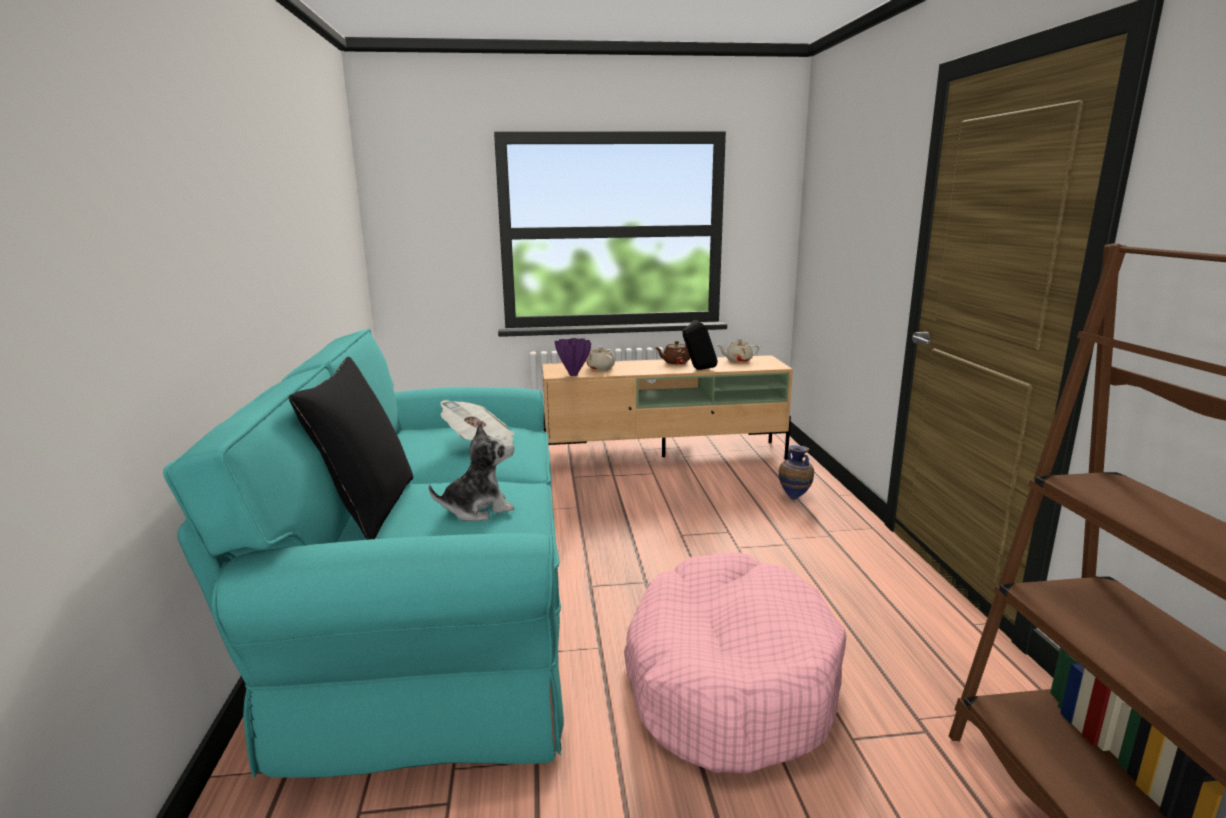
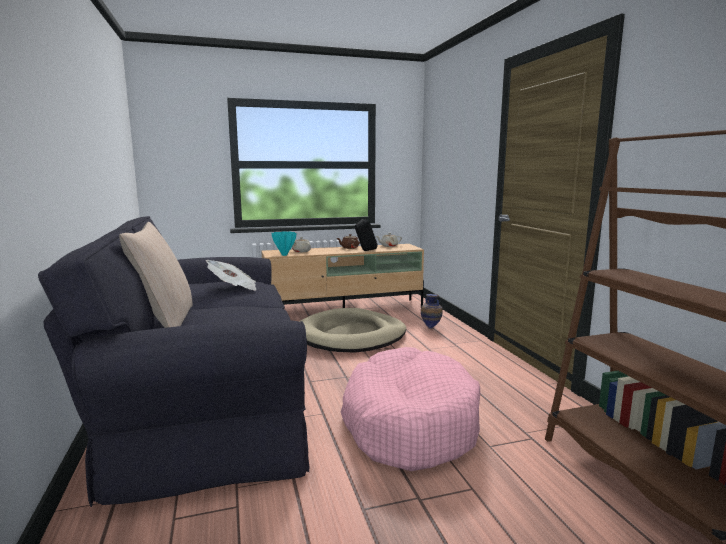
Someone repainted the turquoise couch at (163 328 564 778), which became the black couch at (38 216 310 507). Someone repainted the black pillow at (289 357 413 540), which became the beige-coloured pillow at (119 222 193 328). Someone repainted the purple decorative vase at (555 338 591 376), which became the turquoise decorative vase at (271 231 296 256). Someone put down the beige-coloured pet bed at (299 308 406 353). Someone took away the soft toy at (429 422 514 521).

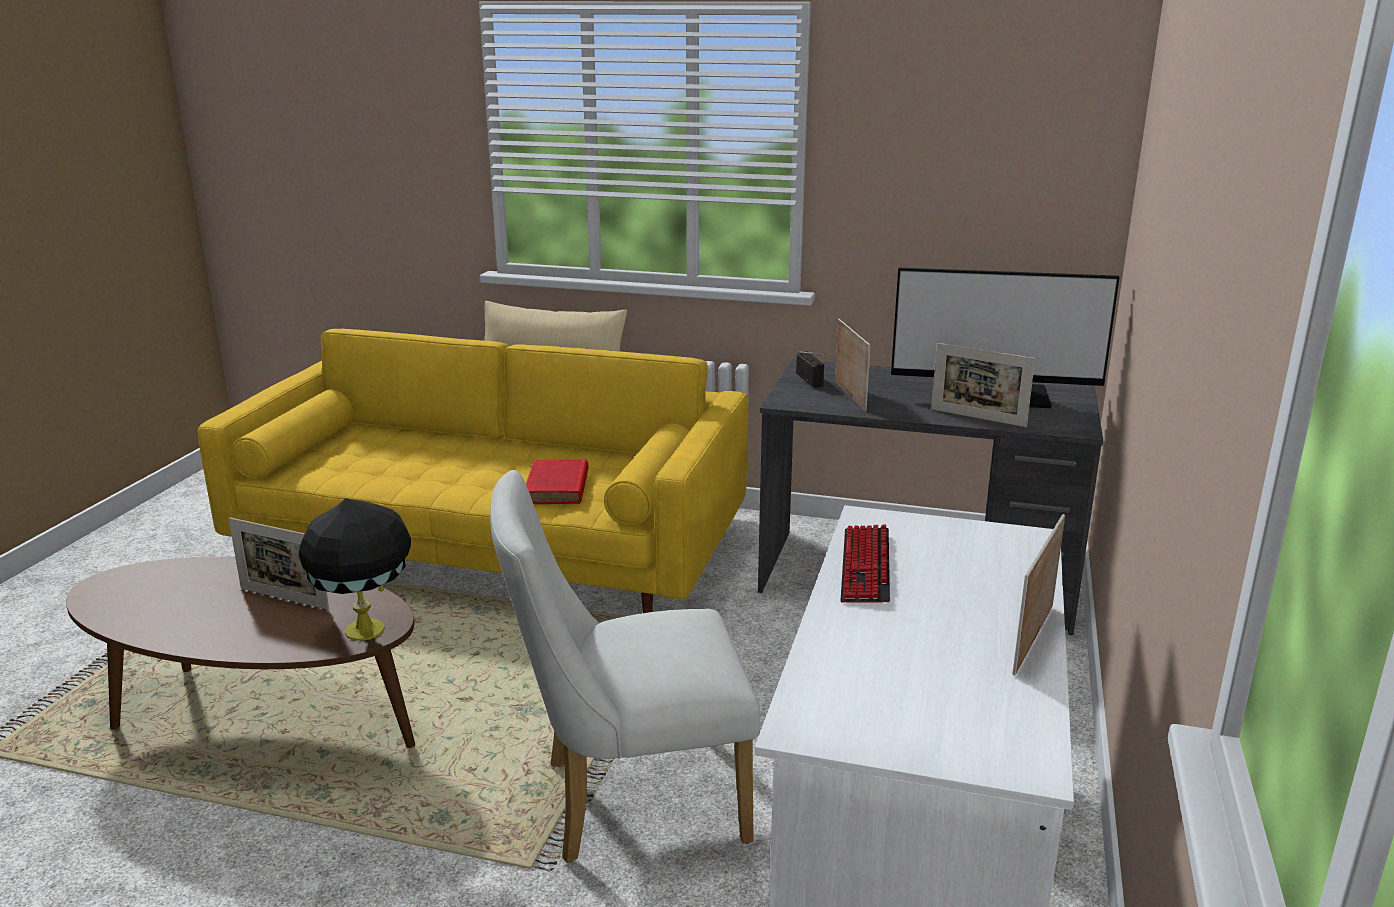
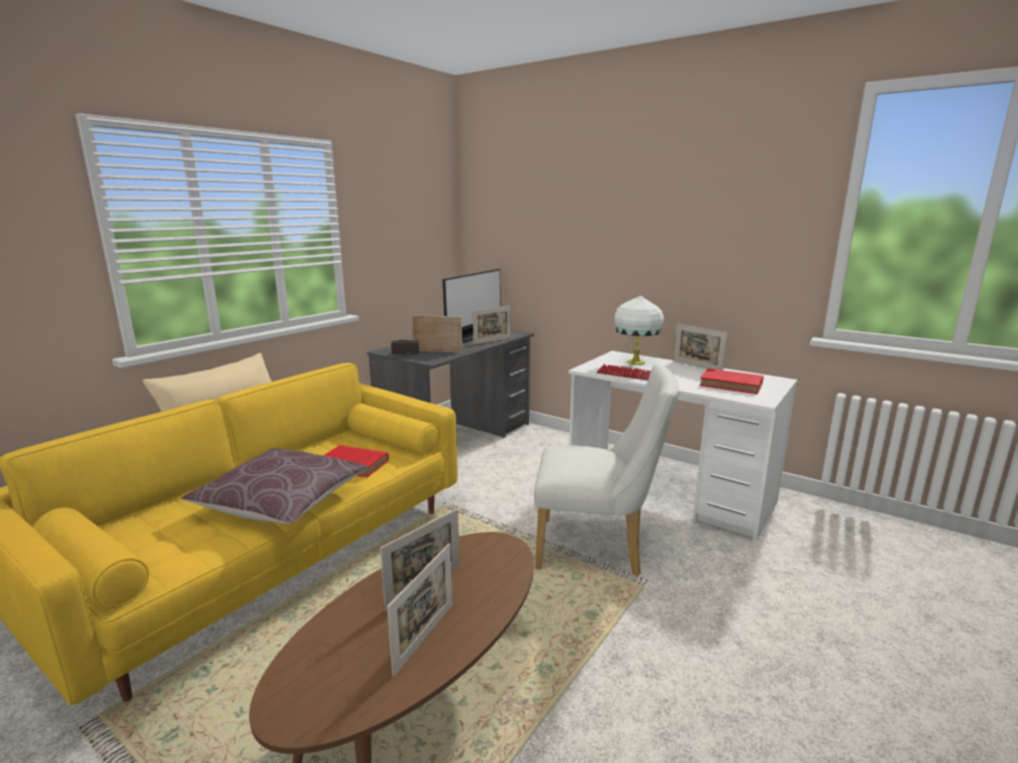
Someone put down the brownish pillow at (182 448 368 524). Someone put down the photo frame at (387 543 452 677). Someone rotated the white upright chair at (490 470 760 863) by 90 degrees counterclockwise. Someone put down the white table lamp at (614 296 664 365). Someone put down the red-coloured volume at (700 368 764 394). Someone took away the black table lamp at (299 498 411 641).

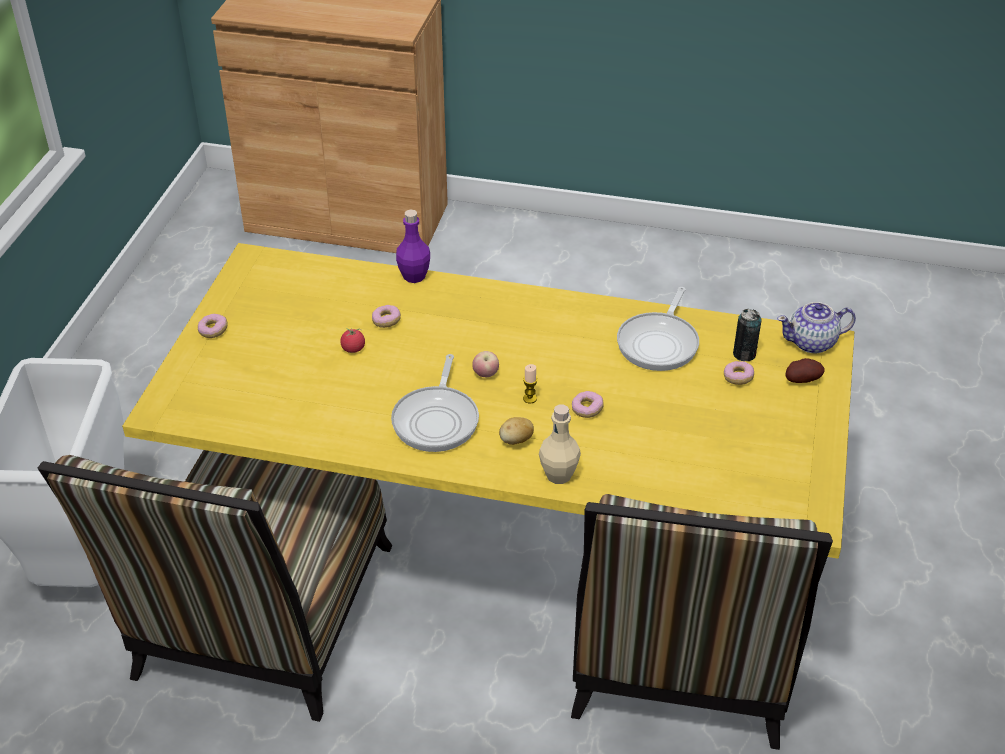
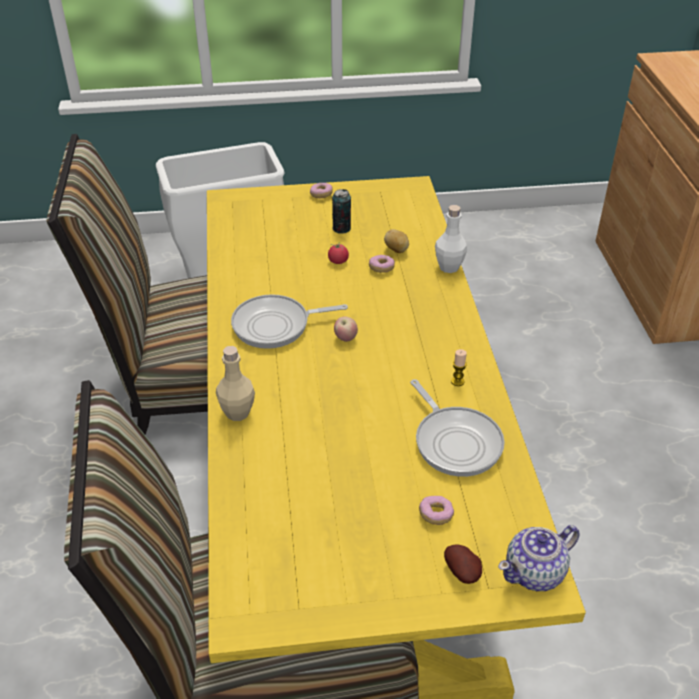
Someone carried the metal can from (733 309 762 361) to (332 189 351 234). Someone carried the whole potato from (499 417 534 445) to (384 229 409 253). Someone rotated the pan at (617 287 699 371) by 120 degrees counterclockwise. Someone repainted the purple beverage bottle at (396 210 430 283), which became the white beverage bottle at (435 205 467 273). Someone carried the wax light from (523 364 538 404) to (451 349 467 386). Someone rotated the teapot at (777 302 856 353) by 90 degrees counterclockwise. Someone took away the doughnut at (572 391 604 418).

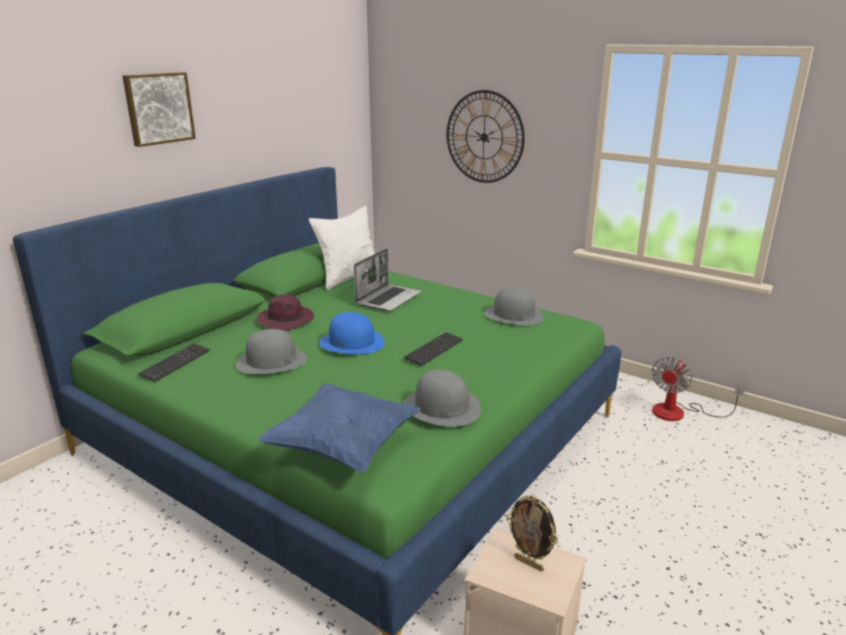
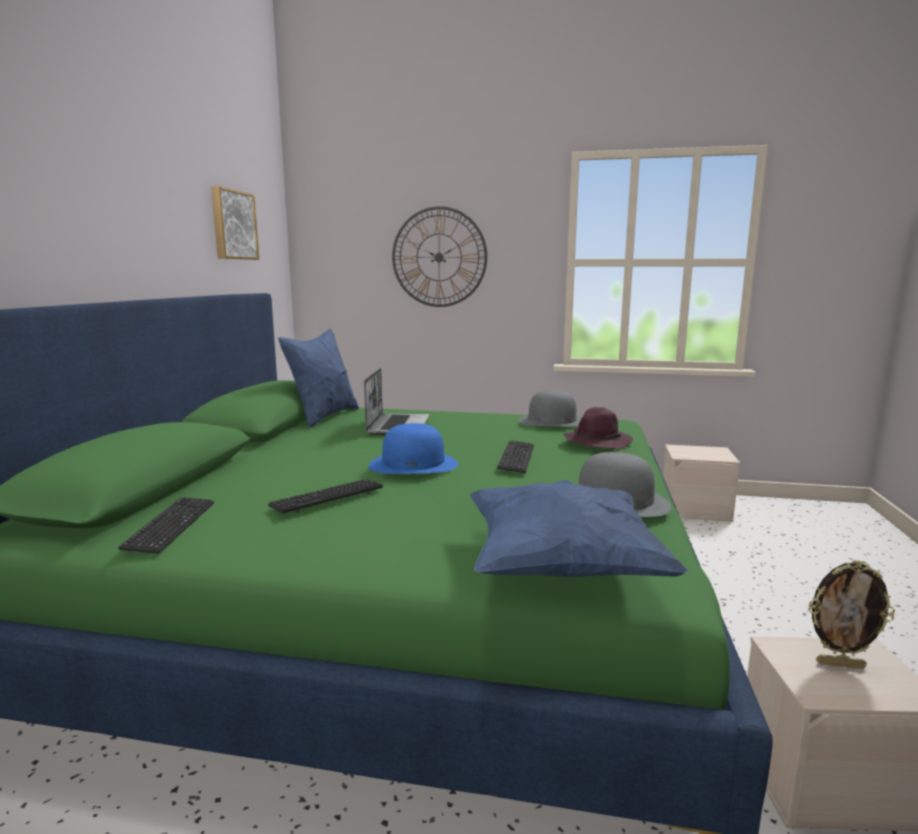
Someone carried the wall art from (122 72 196 147) to (211 186 259 260). Someone swapped the gray hat at (236 329 307 374) for the computer keyboard at (268 479 383 513). Someone repainted the white pillow at (309 206 374 290), which became the bluish pillow at (278 329 359 428). Someone carried the purple hat from (257 294 314 331) to (563 407 633 450). Someone swapped the electric fan at (652 357 745 421) for the beige-coloured storage box at (663 444 740 522).

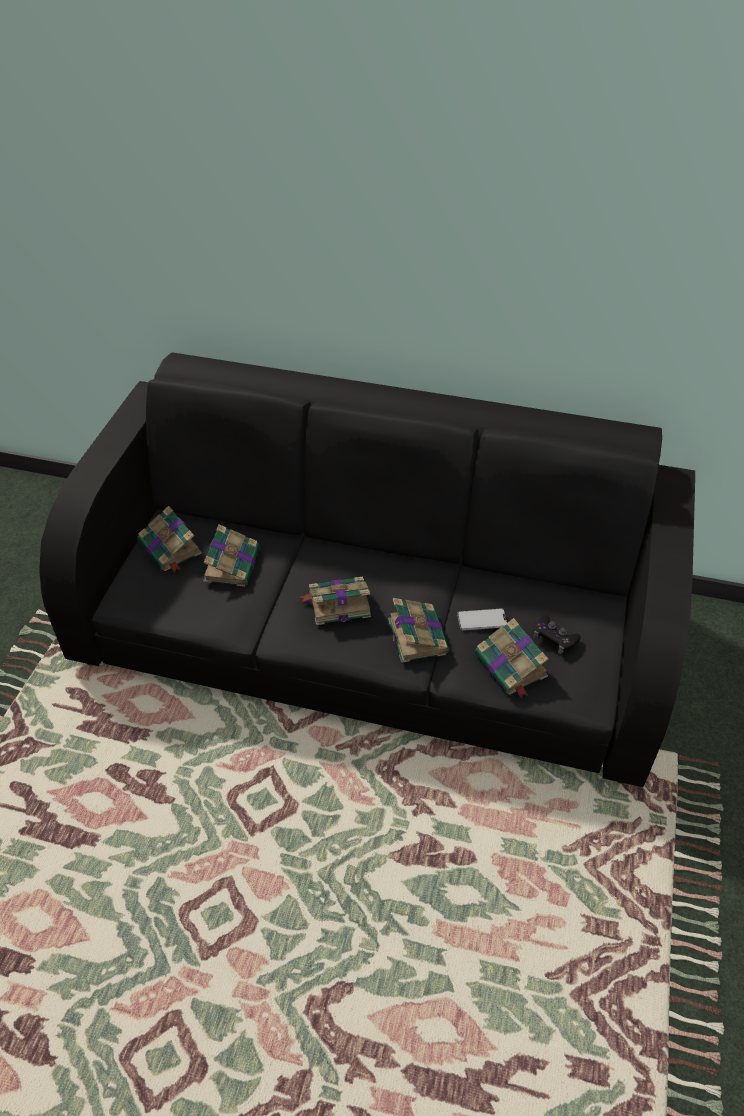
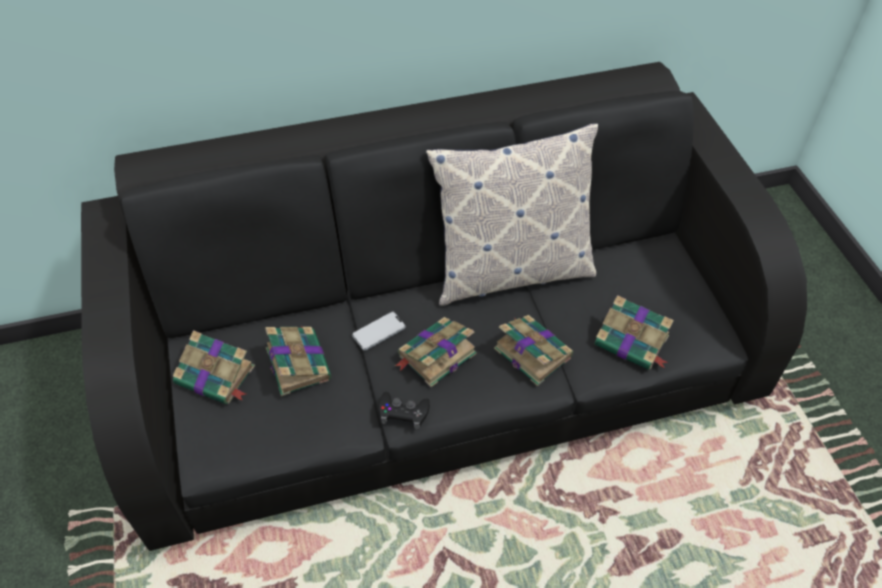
Someone carried the telephone from (457 608 507 630) to (352 312 405 351). Someone carried the black joypad from (533 616 581 654) to (379 392 430 429). Someone put down the pillow at (426 123 598 306).

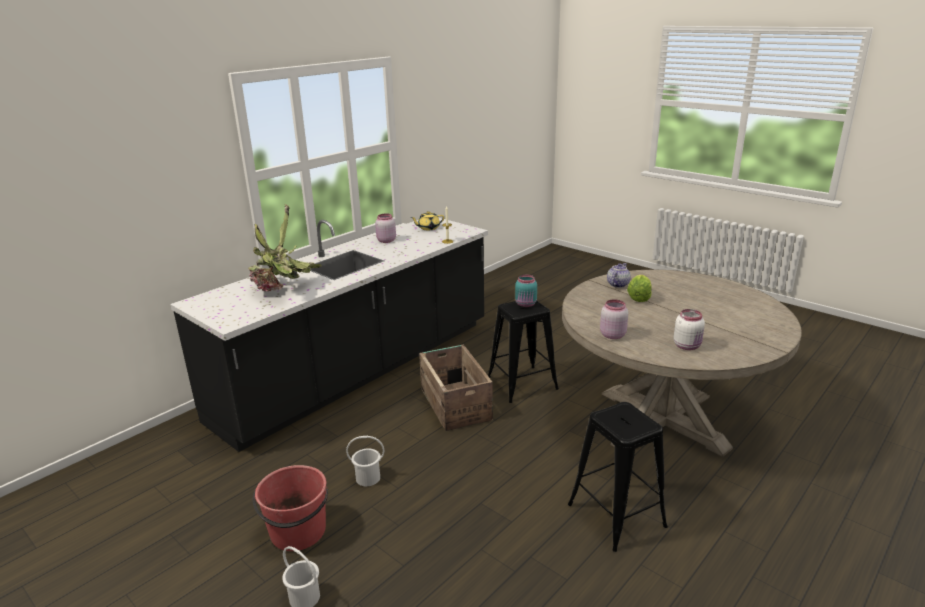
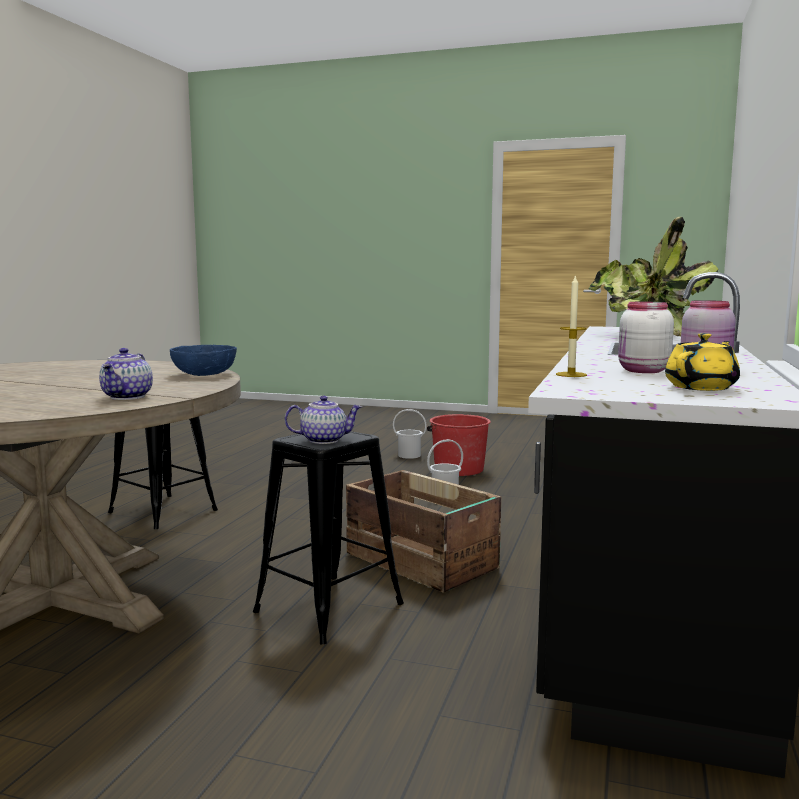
Someone put down the bluish bowl at (170 345 237 376). Someone swapped the turquoise storage jar at (515 275 537 307) for the teapot at (285 396 362 444). Someone carried the white storage jar from (673 309 705 350) to (618 302 674 373). Someone took away the pink storage jar at (600 299 628 339). Someone took away the lettuce head at (627 275 652 302).

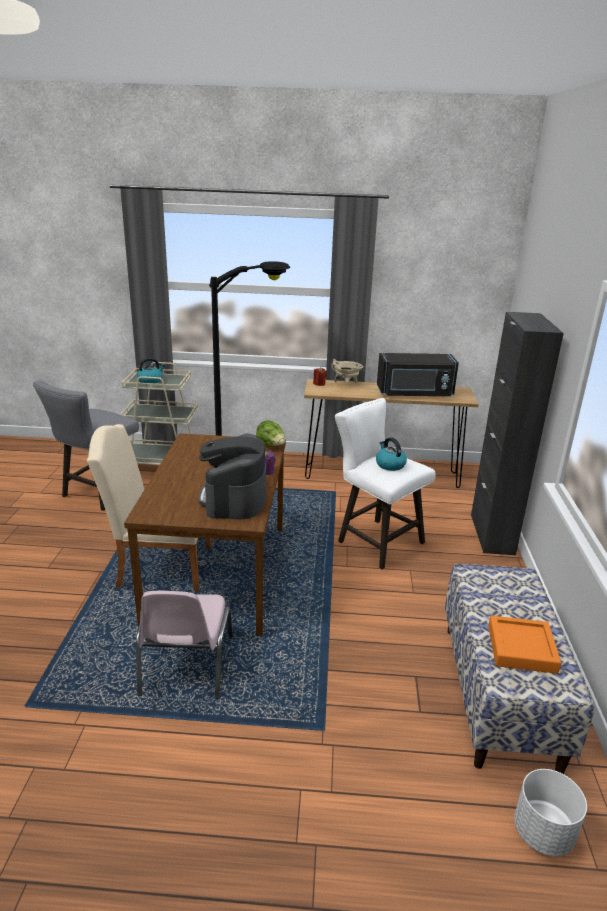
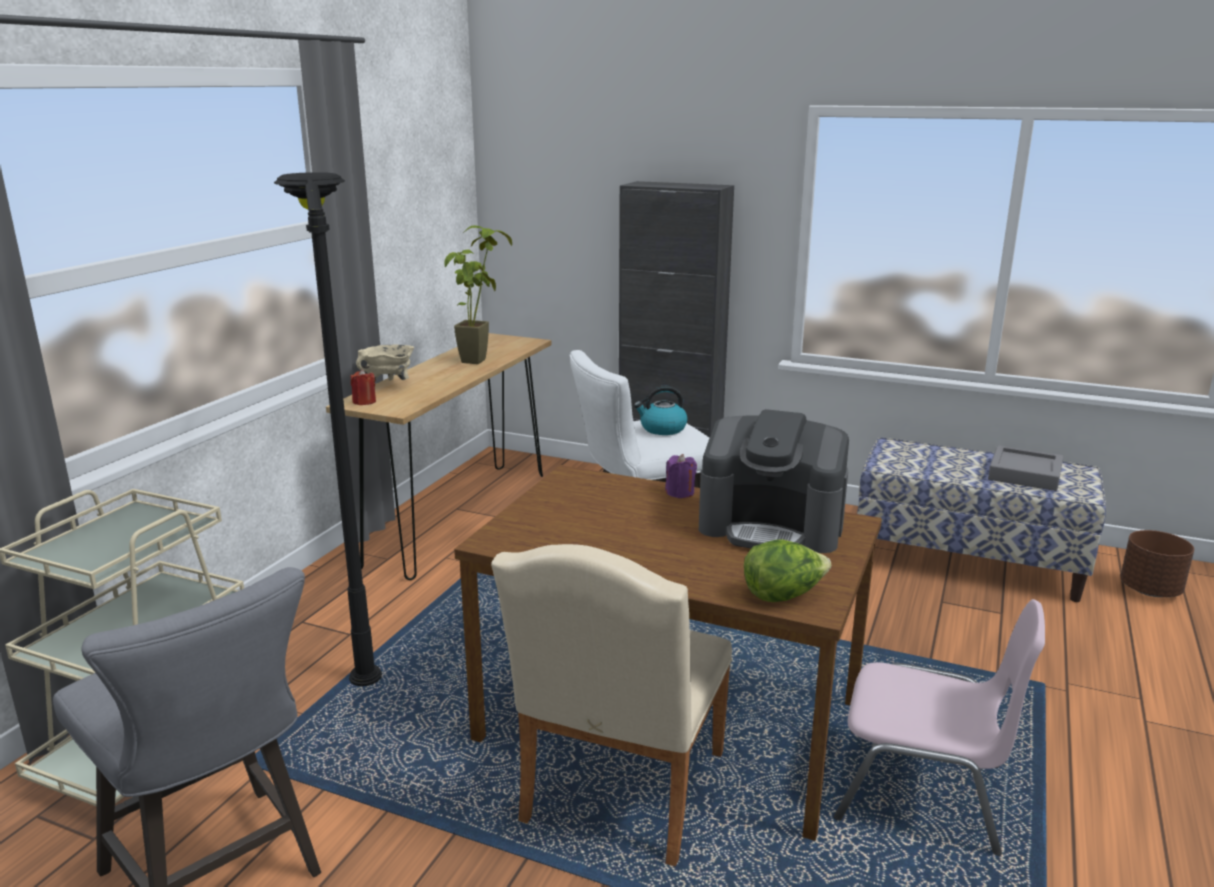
Someone swapped the black microwave at (377 353 459 397) for the potted plant at (444 226 512 364). Someone carried the lettuce head from (256 420 285 447) to (744 539 831 602). Someone repainted the orangey serving tray at (488 615 561 674), which became the gray serving tray at (988 445 1063 491). Someone repainted the white planter at (514 769 587 856), which became the brownish planter at (1120 530 1194 597). Someone took away the tea kettle at (137 358 165 383).

